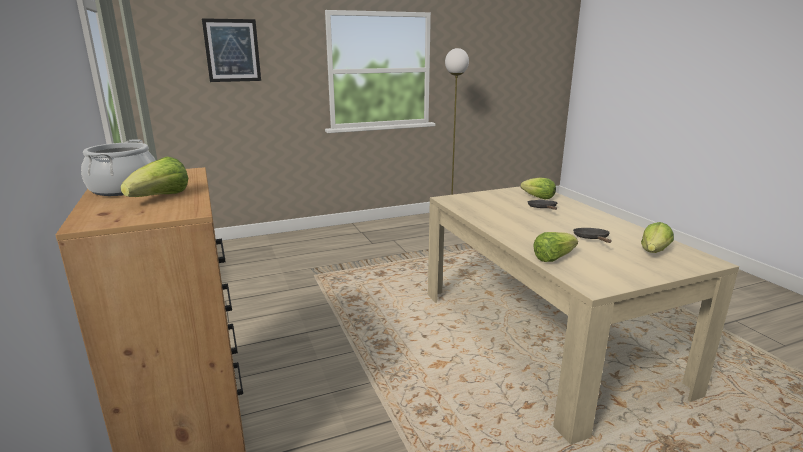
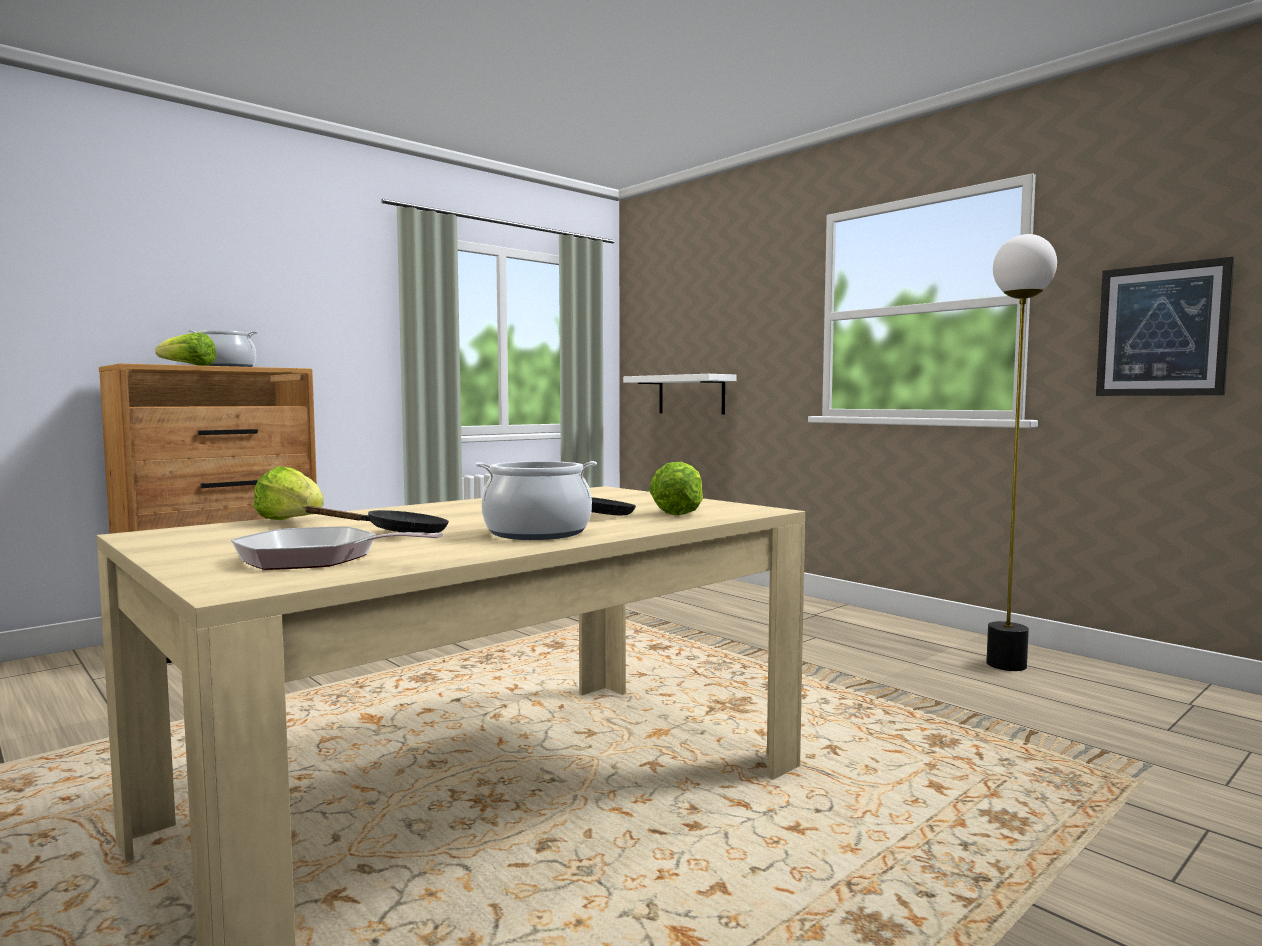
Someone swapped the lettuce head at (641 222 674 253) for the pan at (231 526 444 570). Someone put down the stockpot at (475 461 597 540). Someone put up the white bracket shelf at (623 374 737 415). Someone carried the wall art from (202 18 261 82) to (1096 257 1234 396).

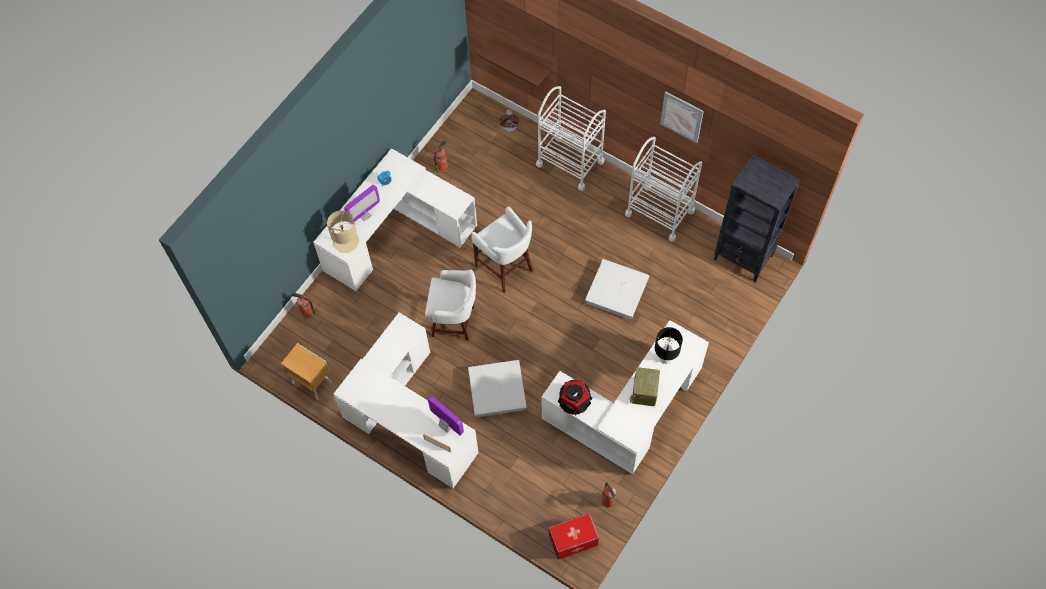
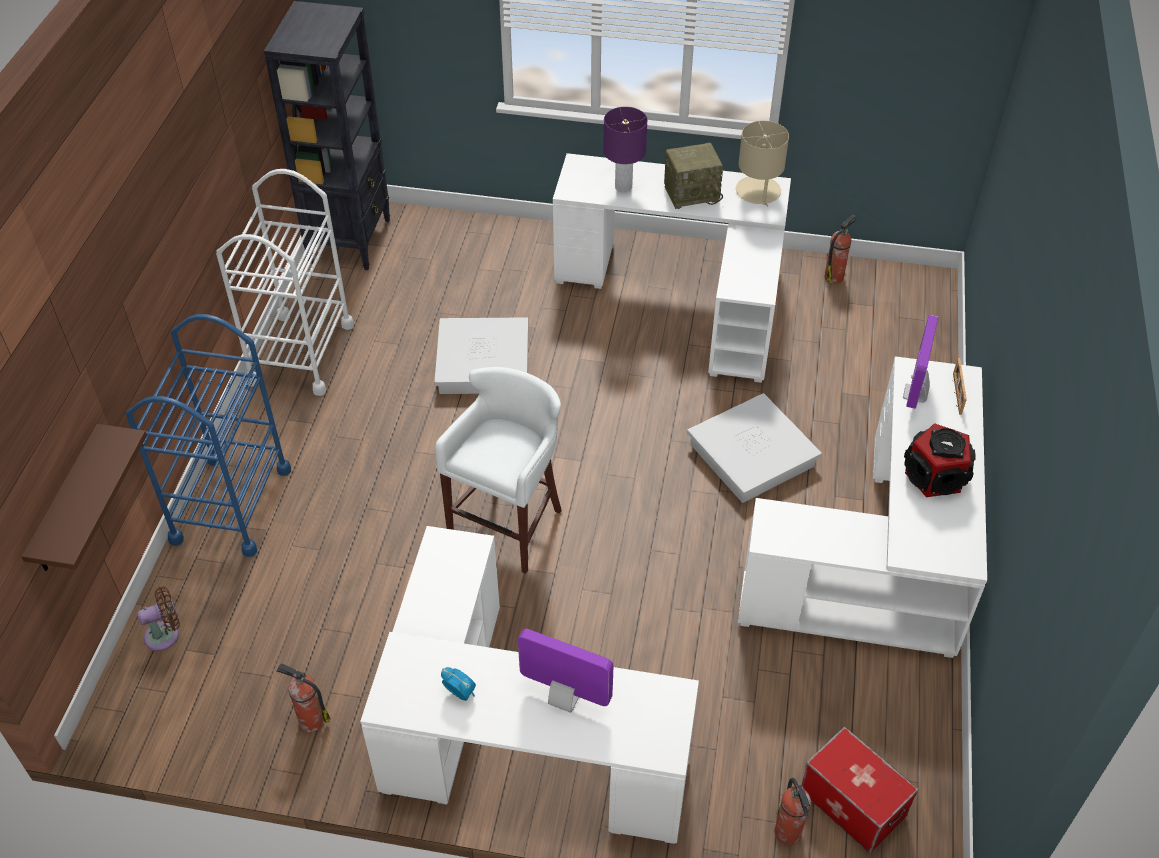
Someone repainted the white trolley at (536 86 606 191), which became the bluish trolley at (126 314 291 557). Someone repainted the black table lamp at (655 327 683 364), which became the purple table lamp at (603 107 648 192). Someone carried the beige-coloured table lamp from (327 211 359 253) to (736 121 789 207). Someone carried the storage box from (549 513 599 559) to (802 727 918 853). Someone carried the loudspeaker from (558 380 592 415) to (904 423 975 497). Someone took away the brownish night table at (281 343 332 400). Someone took away the white stool seat at (425 269 476 341). Someone took away the wall art at (660 91 704 143).

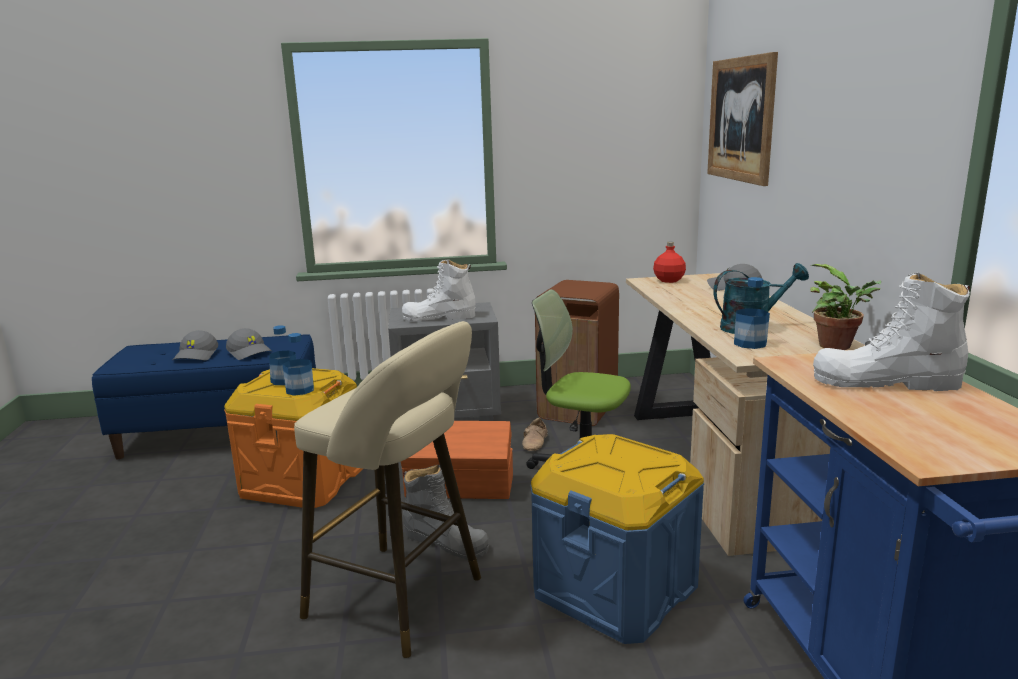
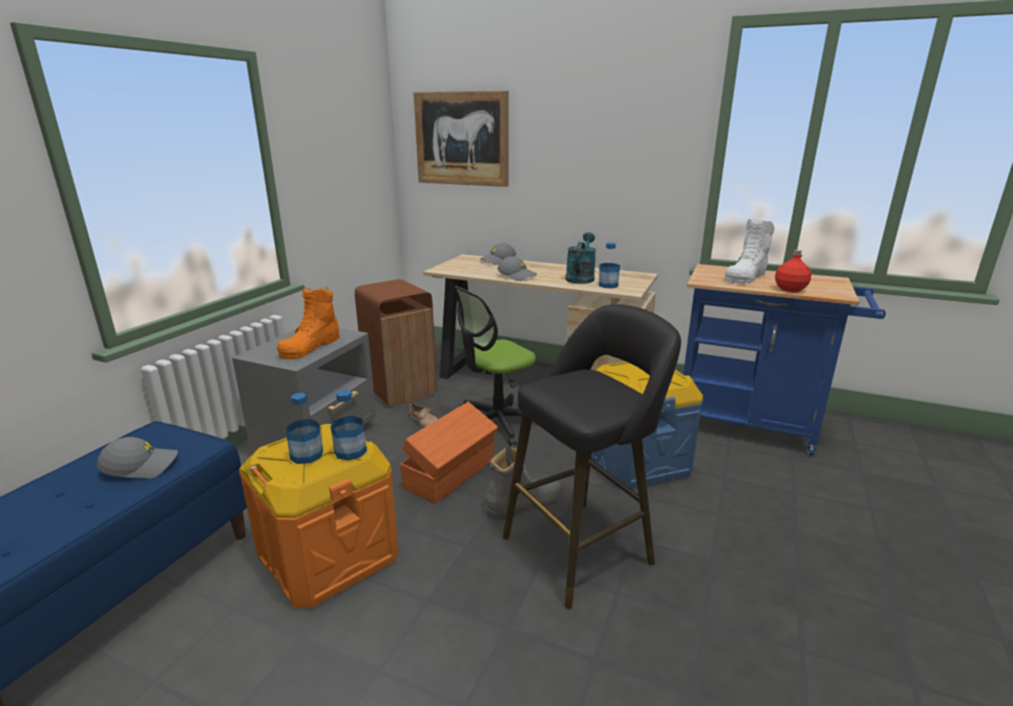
Someone repainted the white high-top boot at (402 259 476 321), which became the orangey high-top boot at (277 287 340 359). Someone carried the gray peaked cap from (173 330 218 360) to (497 256 537 281). Someone repainted the beige-coloured stool seat at (294 321 481 658), which became the black stool seat at (503 304 681 609). Someone carried the red-coloured beverage bottle from (653 242 686 283) to (775 250 811 292). Someone took away the potted plant at (810 264 881 350).

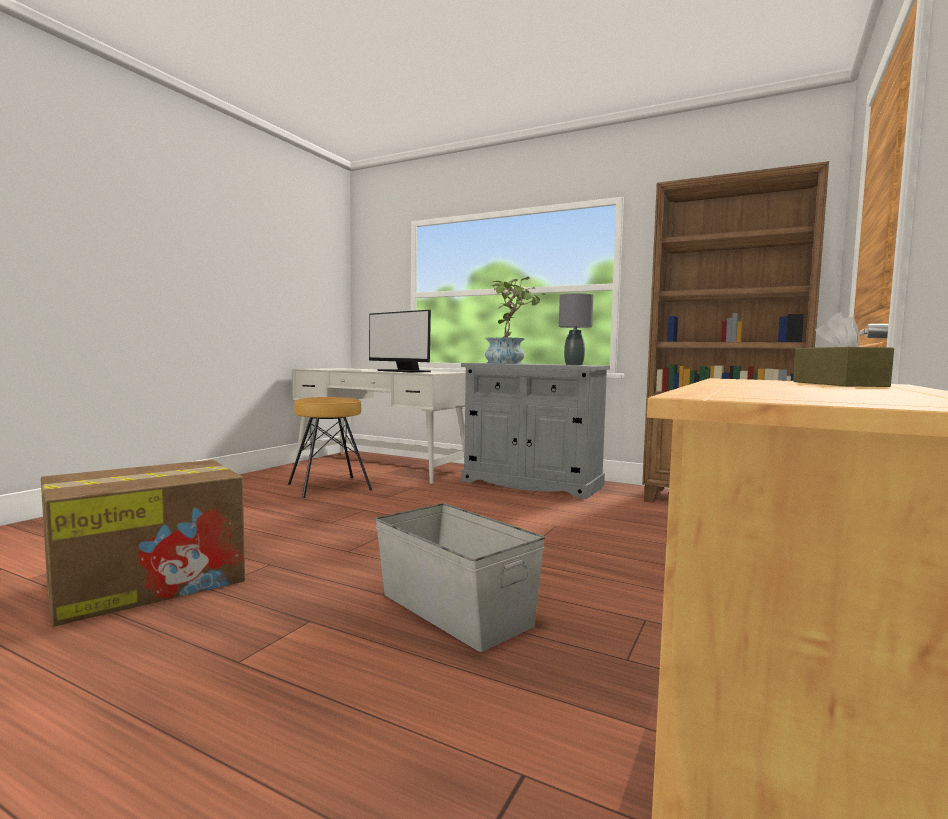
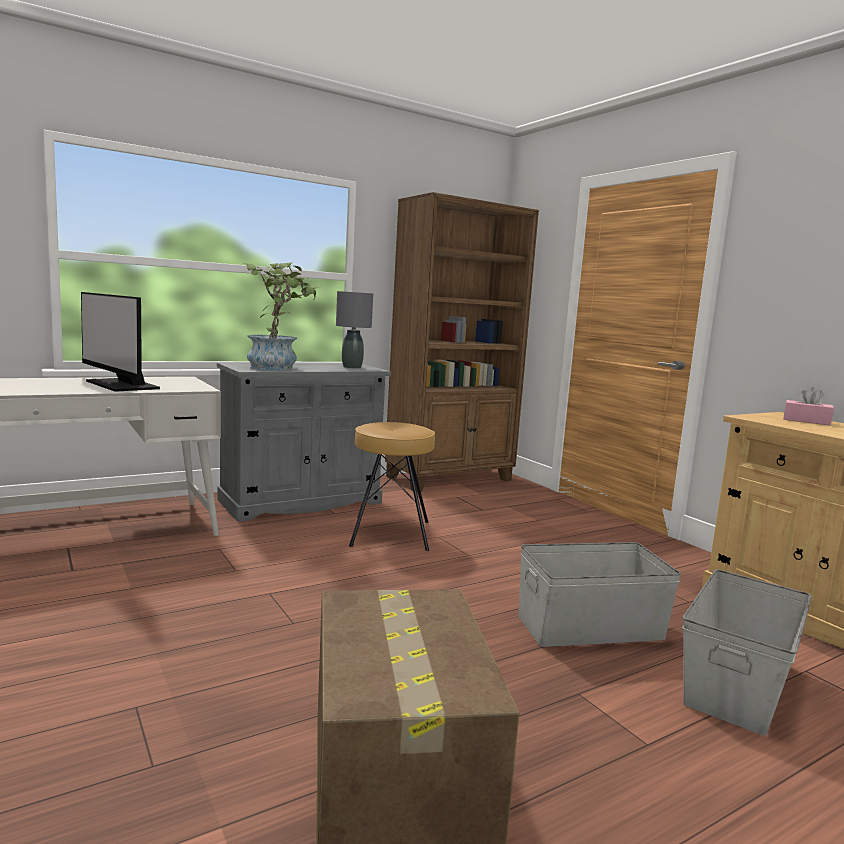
Someone rotated the monitor at (369 310 431 372) by 60 degrees clockwise. Someone carried the brownish stool seat from (288 397 372 498) to (349 422 435 551). Someone put down the gray storage box at (682 569 812 736). Someone repainted the brownish box of tissues at (793 312 894 387), which became the pink box of tissues at (783 387 834 425).

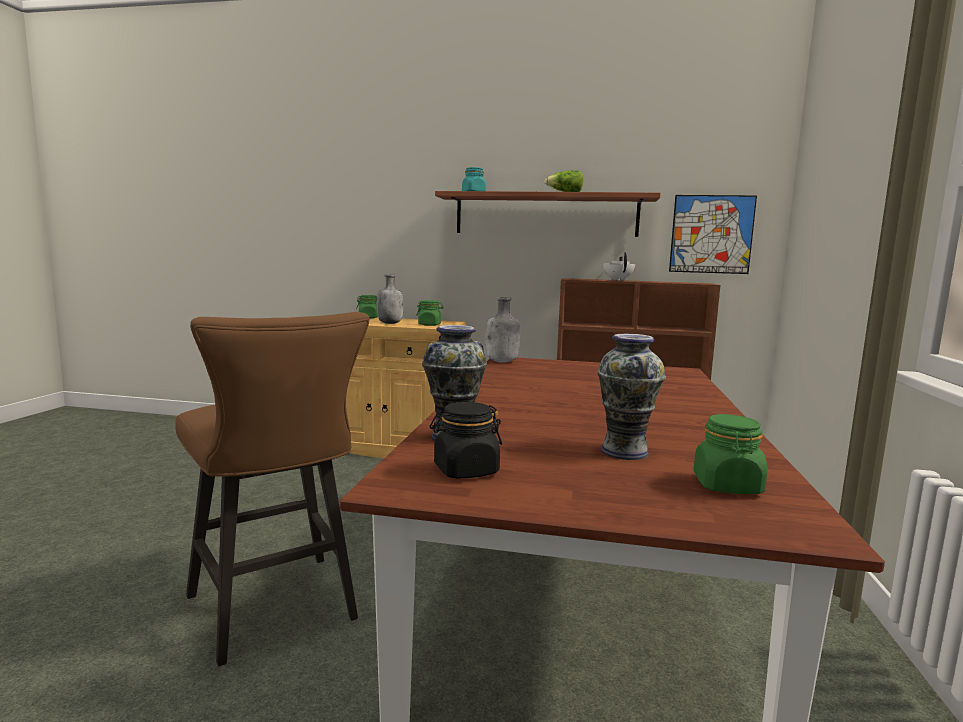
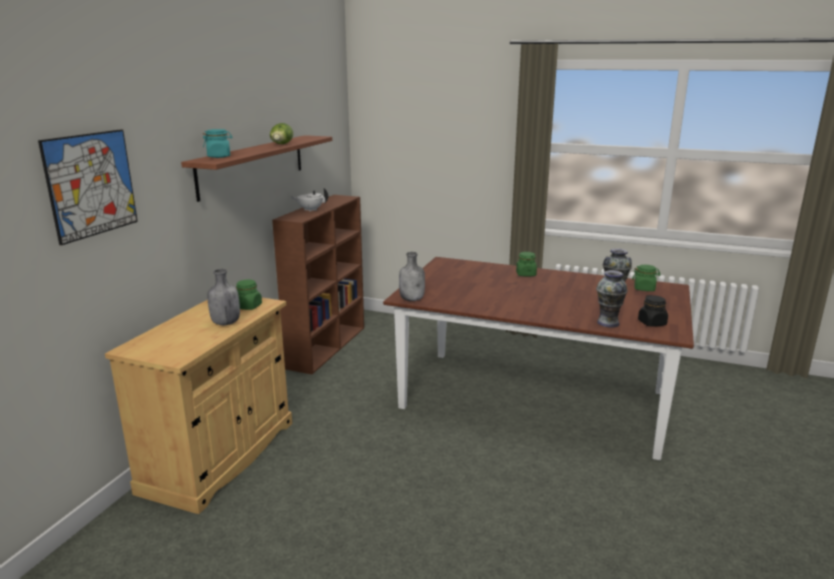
Someone carried the wall art from (669 195 757 274) to (38 129 138 245). Someone carried the green storage jar from (356 295 378 319) to (516 252 537 276). Someone took away the brownish stool seat at (175 312 370 666).

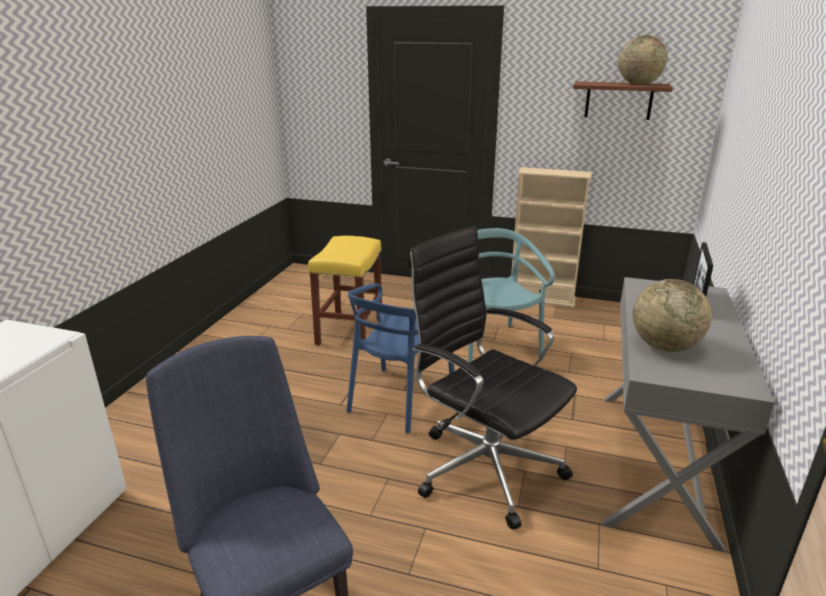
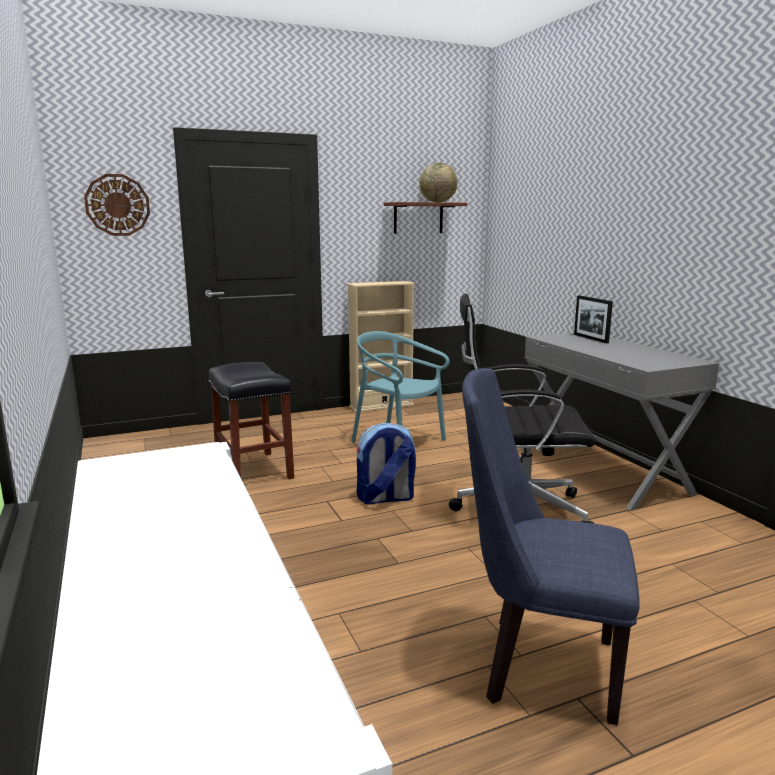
Someone put up the clock on the wall at (84 174 150 236). Someone repainted the yellow stool seat at (308 236 382 345), which became the black stool seat at (209 362 294 479). Someone swapped the bluish upright chair at (346 283 455 434) for the rucksack at (356 423 416 505). Someone took away the desk globe at (633 279 712 352).

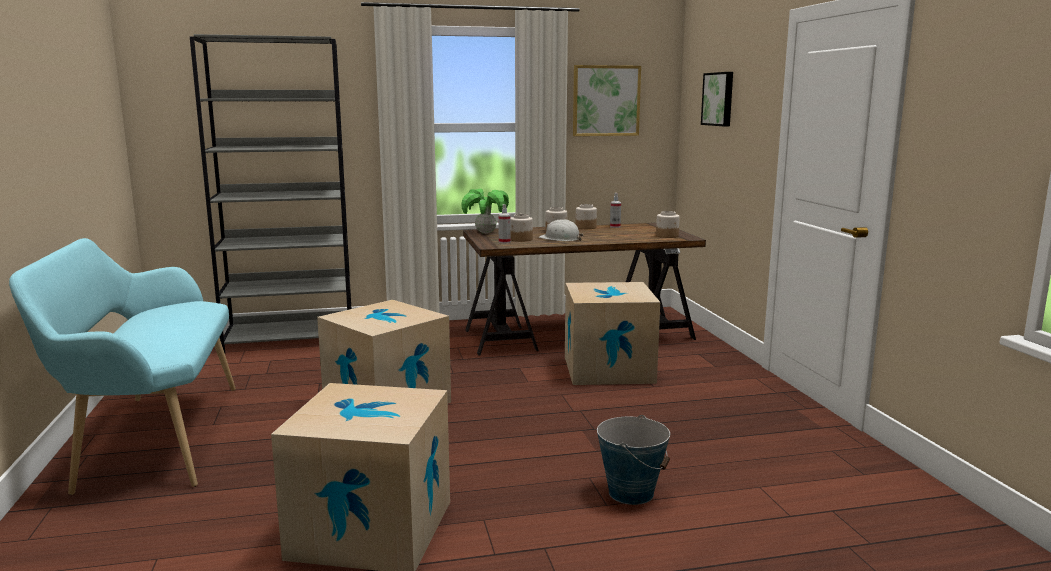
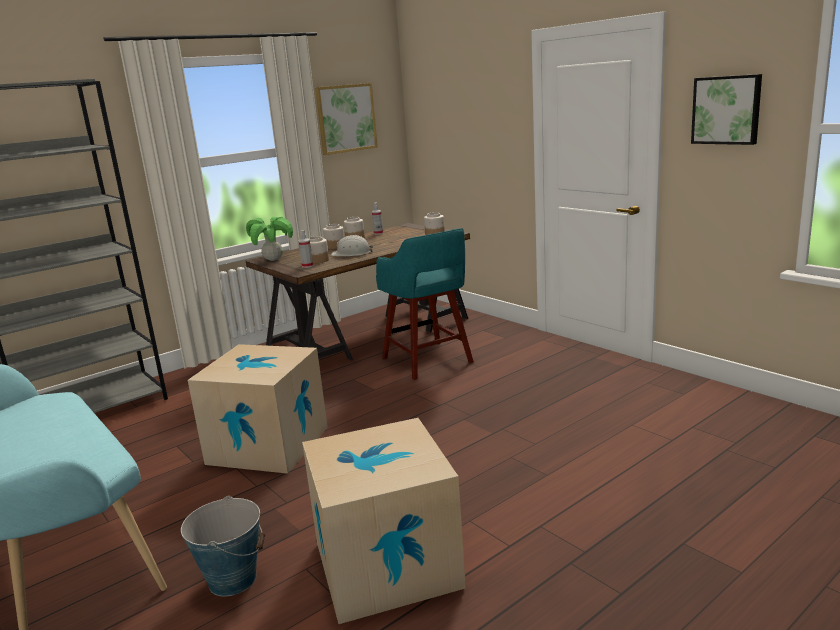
Someone carried the bucket from (597 415 670 505) to (181 496 265 596). Someone swapped the cardboard box at (565 282 660 385) for the turquoise stool seat at (376 228 474 380). Someone carried the wall art from (701 72 733 126) to (691 74 762 145).

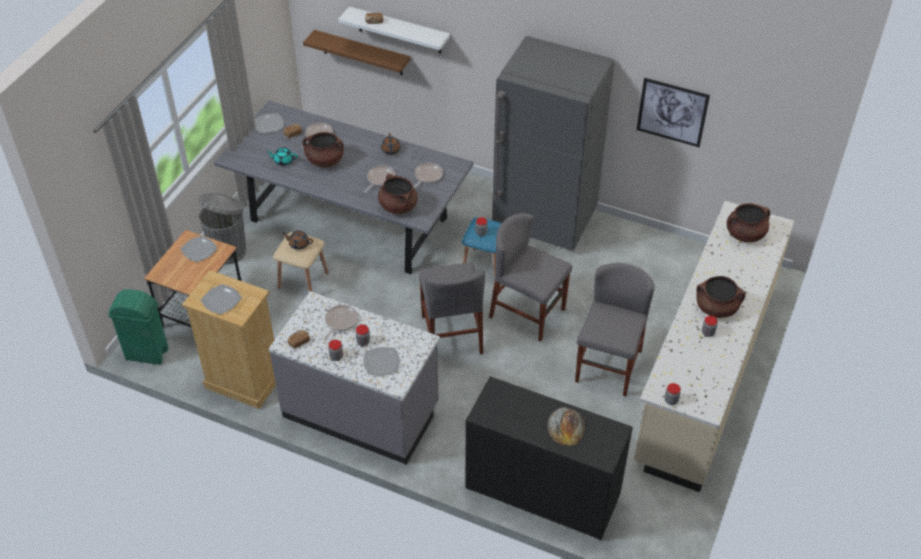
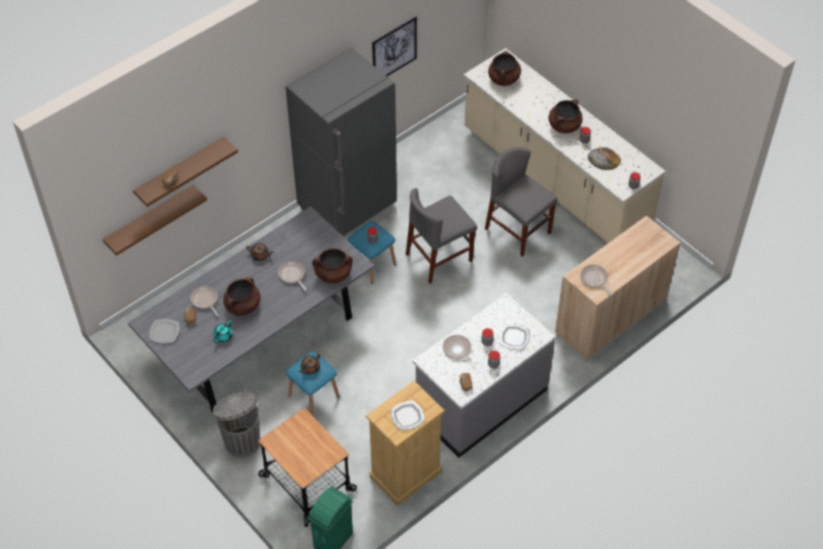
Someone repainted the white bracket shelf at (338 6 450 54), which became the brownish bracket shelf at (133 137 238 207). Someone repainted the beige-coloured stool seat at (273 232 329 292), which became the bluish stool seat at (286 352 339 417). Someone repainted the black cabinet at (465 376 633 540), which became the beige-coloured cabinet at (555 216 680 361). Someone carried the pan from (414 162 443 189) to (580 265 613 295). Someone carried the baked bread from (547 407 585 446) to (587 147 621 170). Someone took away the flat dish at (181 235 218 262). Someone took away the gray upright chair at (419 262 485 354).

